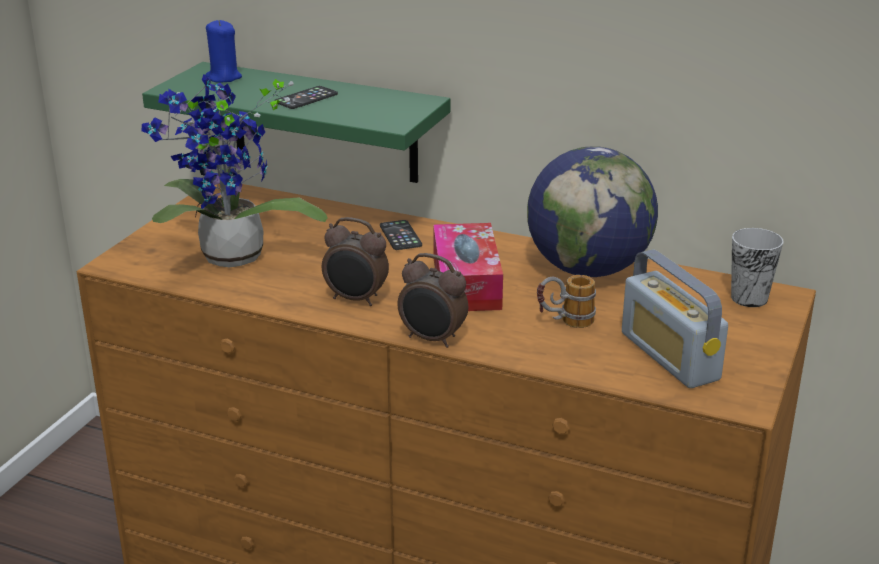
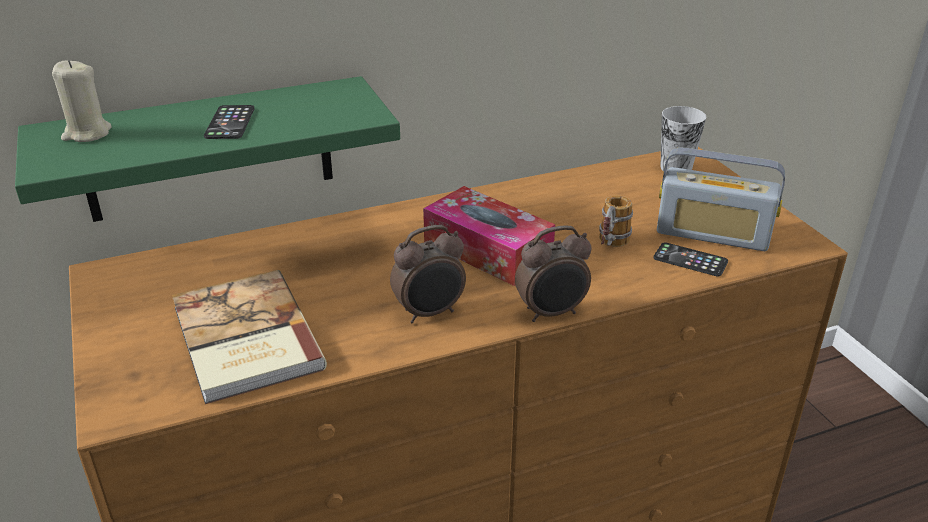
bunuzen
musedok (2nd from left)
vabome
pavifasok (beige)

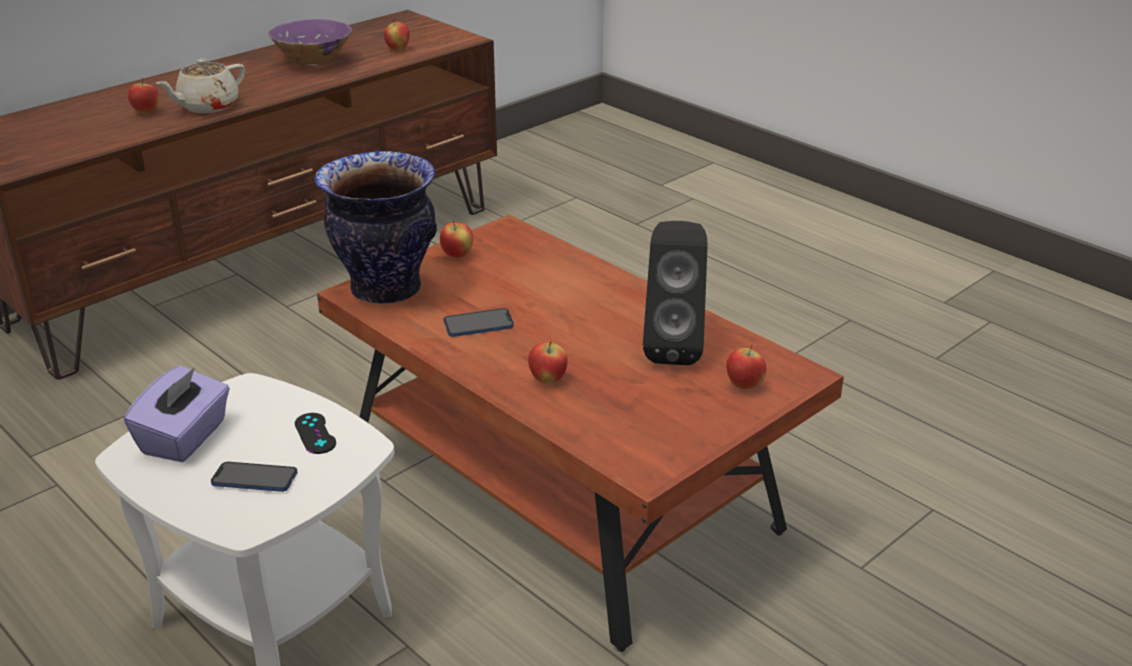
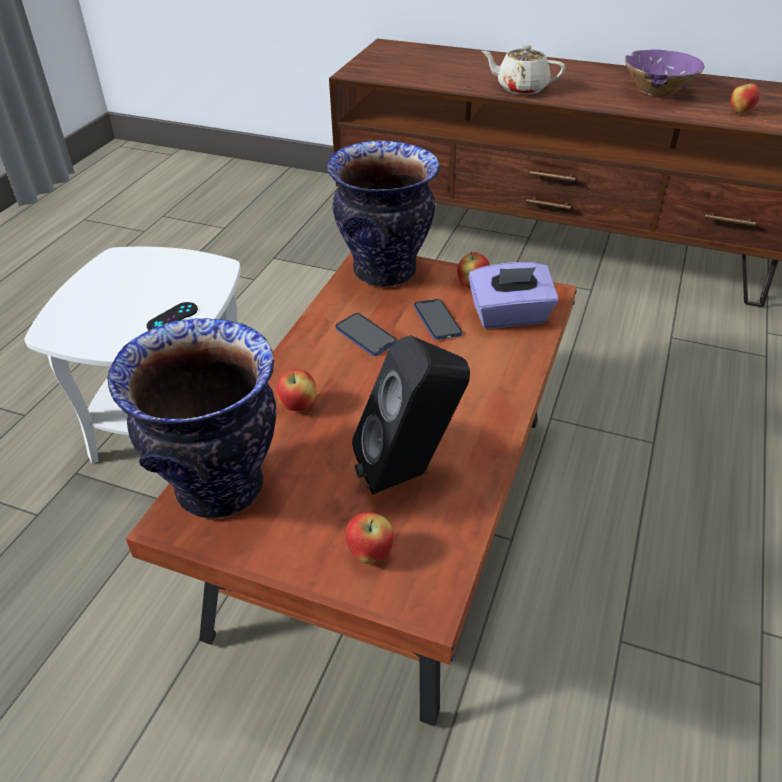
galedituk (1st from left in the first image)
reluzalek (1st from left)
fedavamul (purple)
musedok (2nd from left)

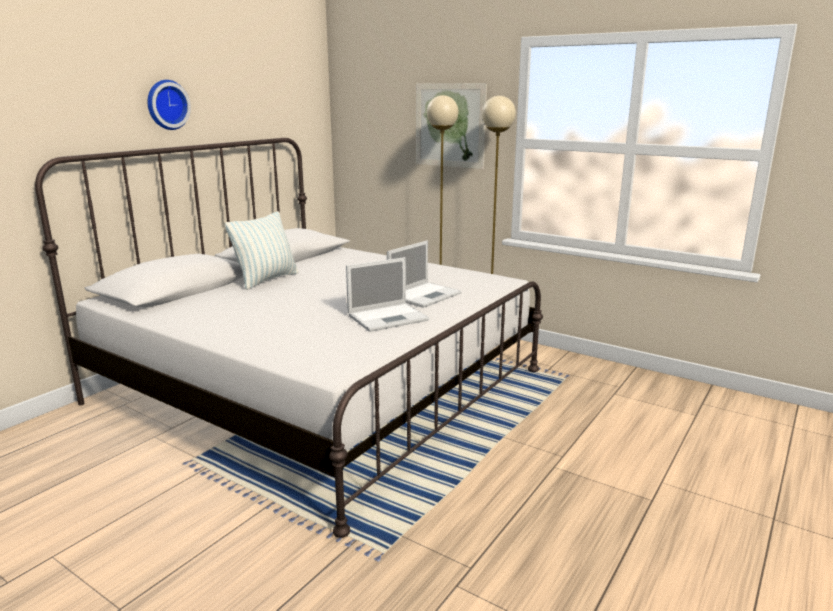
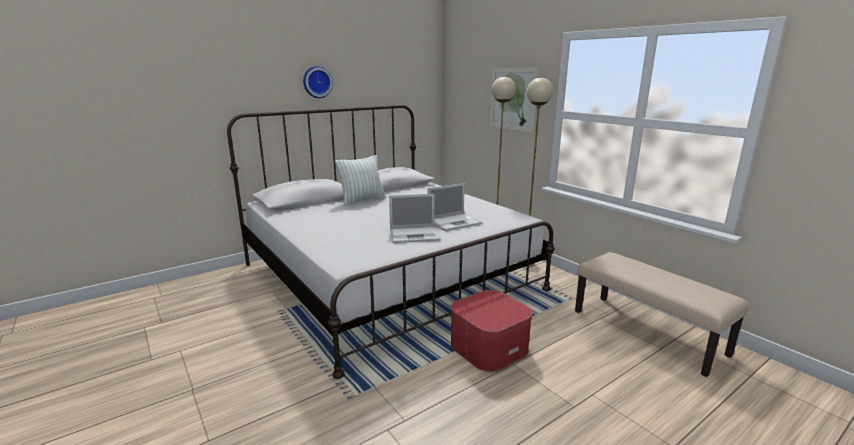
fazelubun
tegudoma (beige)

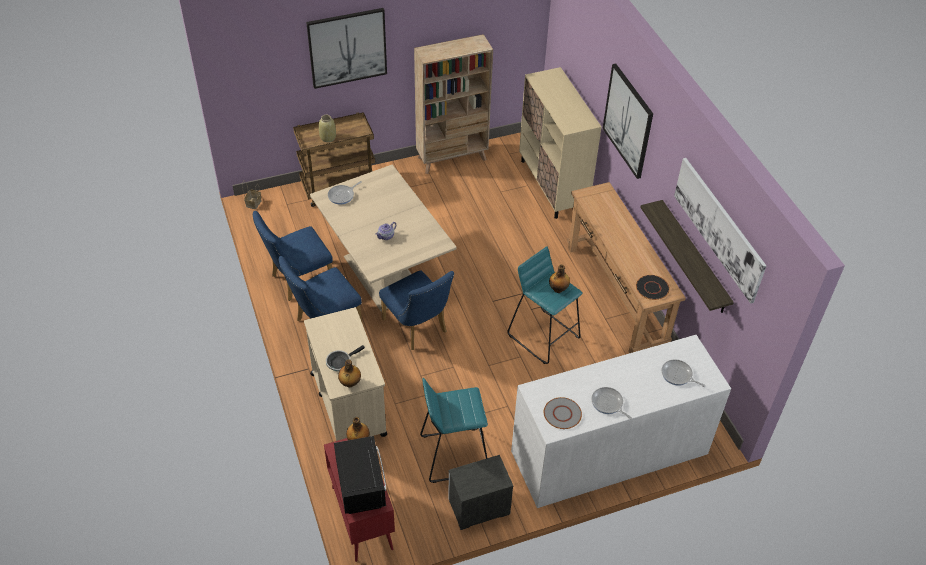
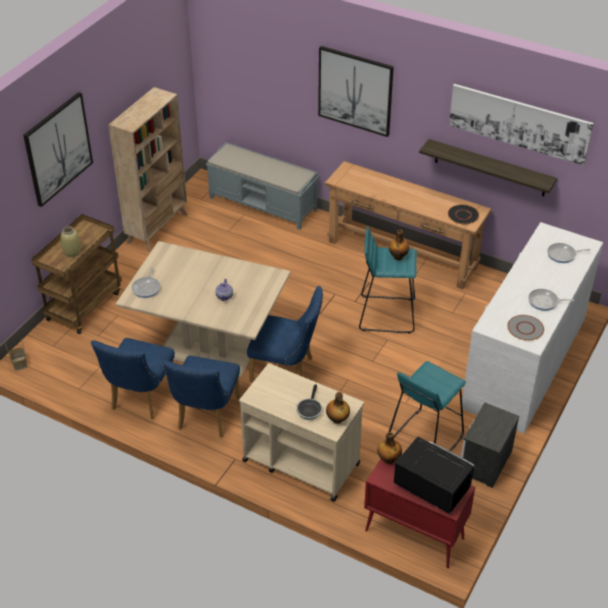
tegudoma (grey)

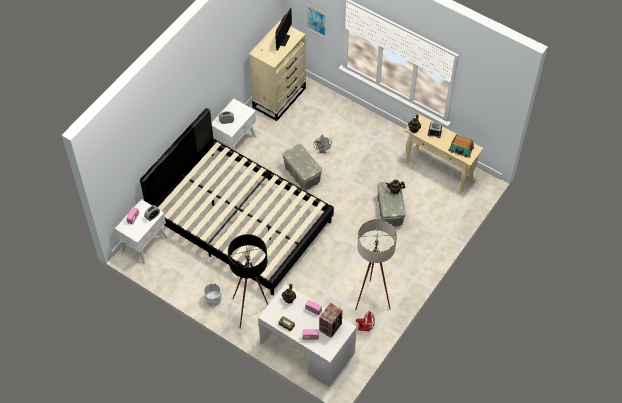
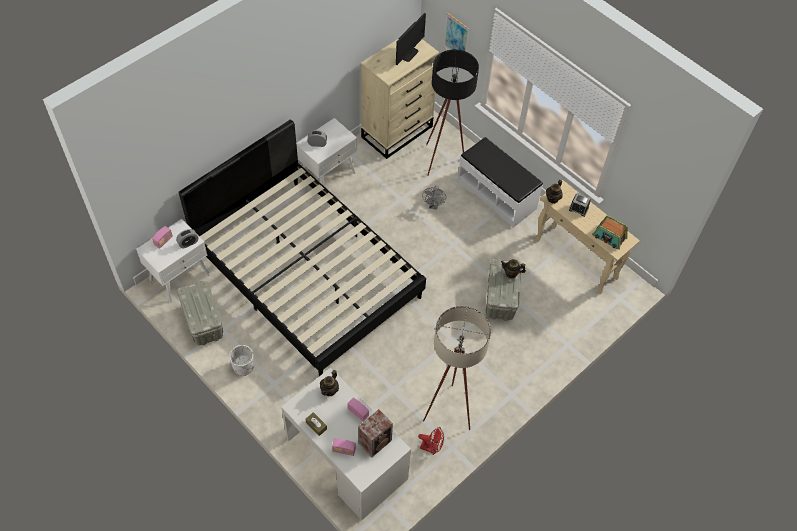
tegudoma (white)
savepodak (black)
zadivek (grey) (1st from left)

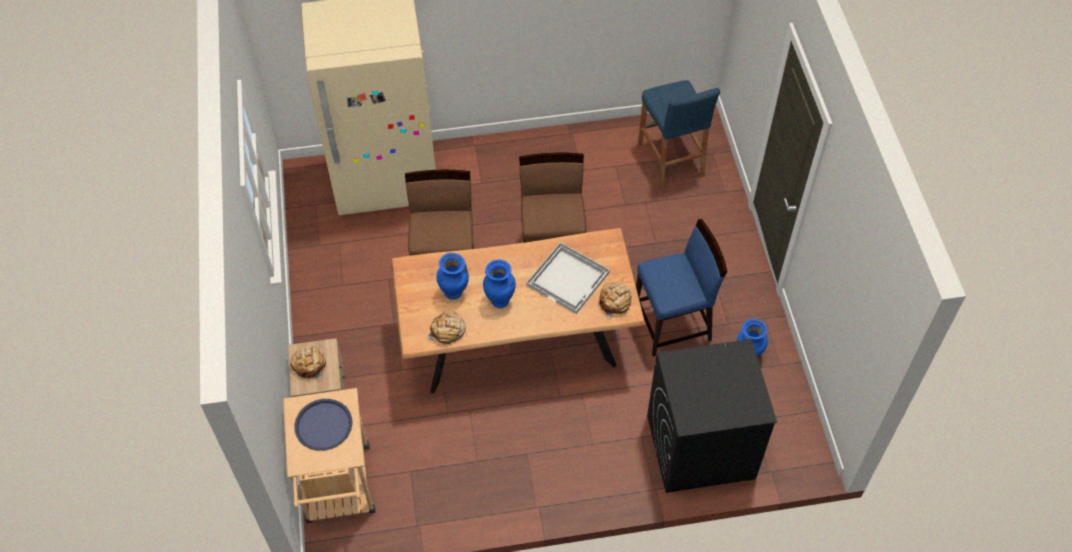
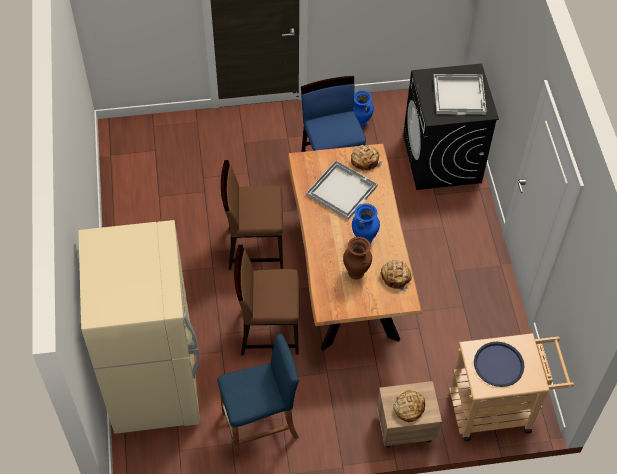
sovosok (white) (2nd from left)
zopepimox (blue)
reluzalek (brown)

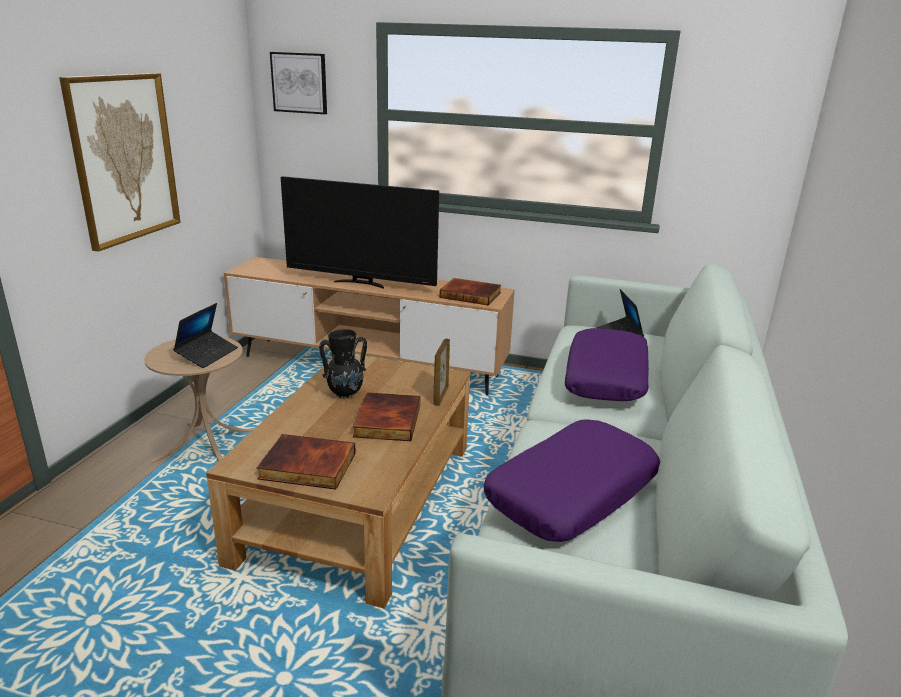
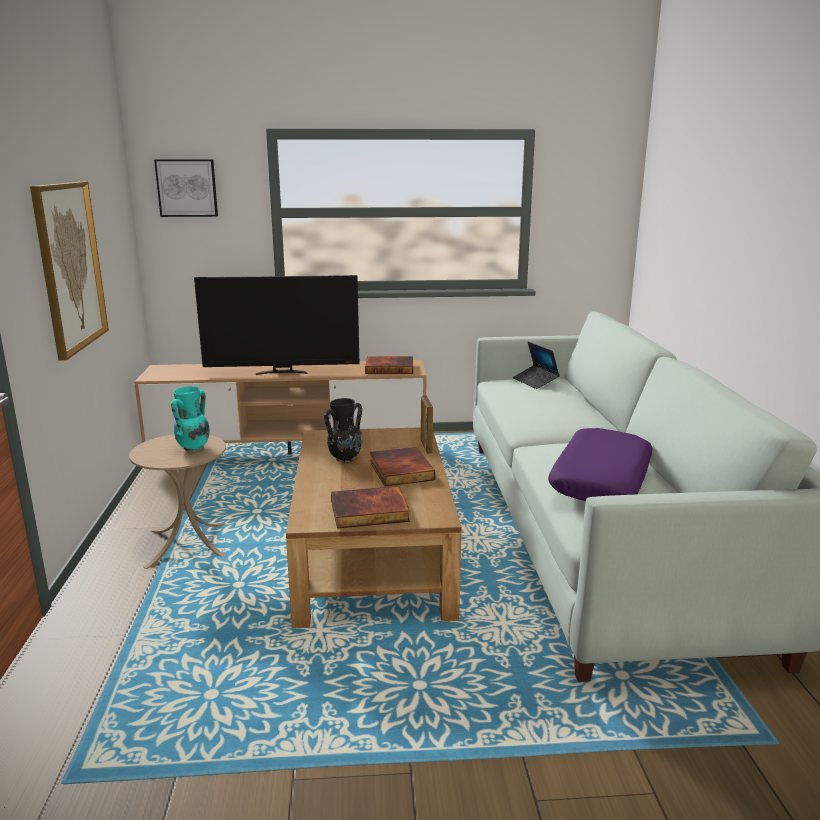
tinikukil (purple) (2nd from left in the first image)
reluzalek (turquoise)

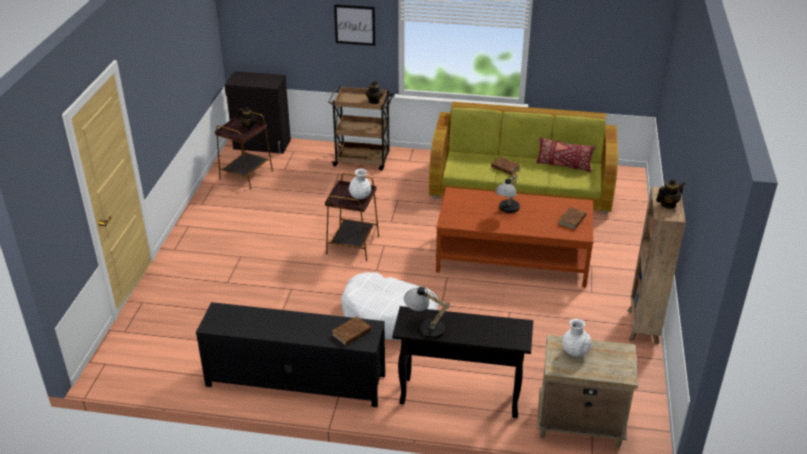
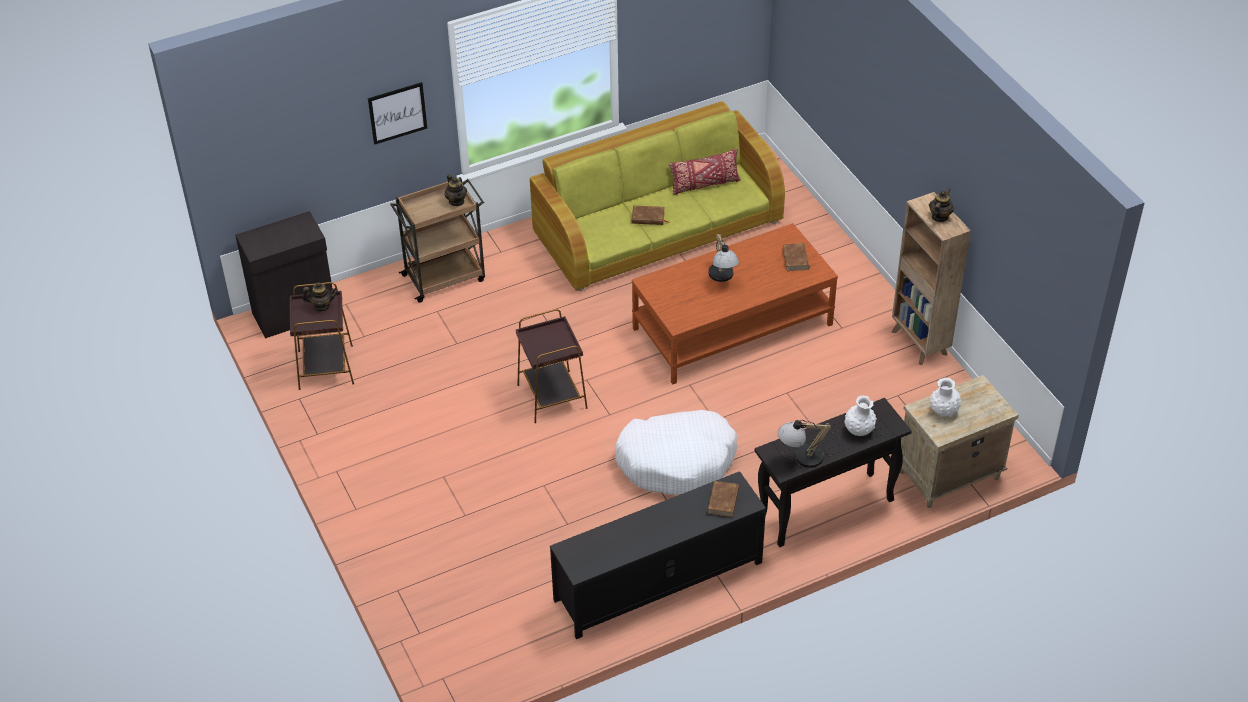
reluzalek (white) (1st from left)

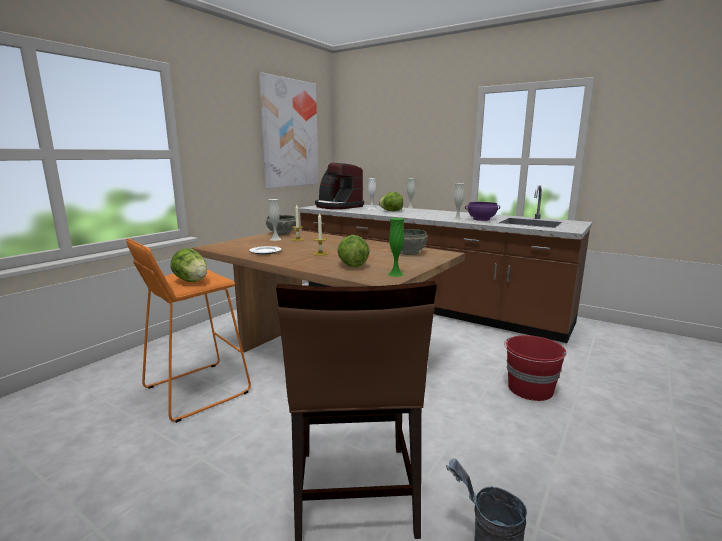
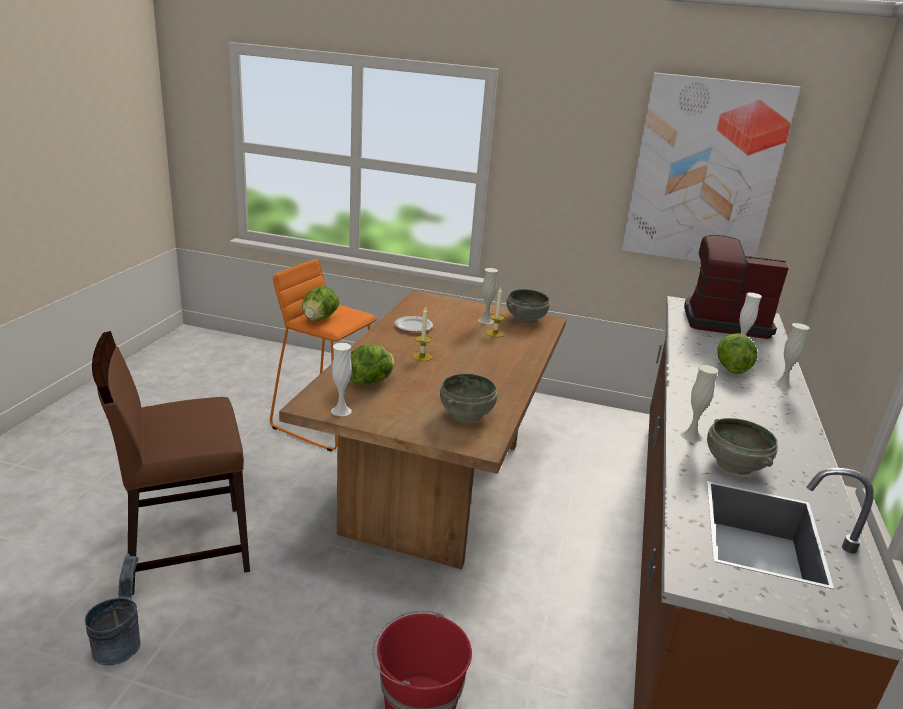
reluzalek (white) (1st from left)
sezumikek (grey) (3rd from left)
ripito

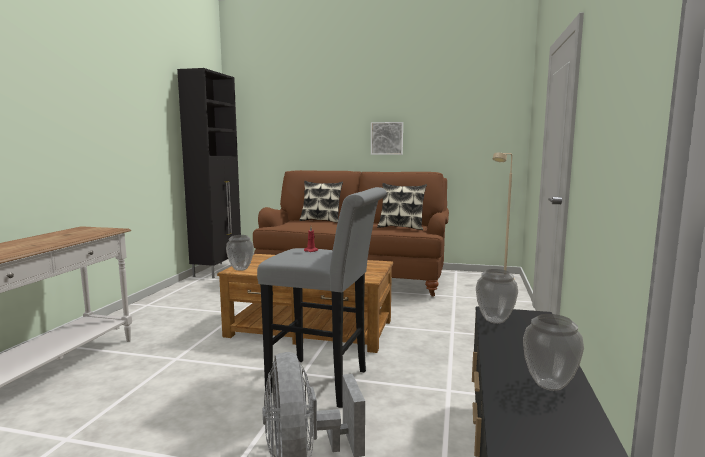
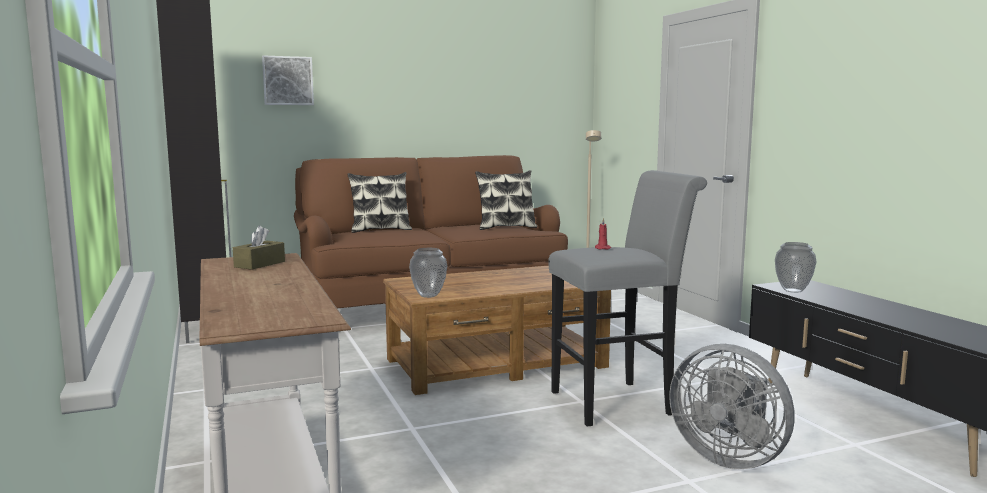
reluzalek (3rd from left in the first image)
fedavamul (brown)
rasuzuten

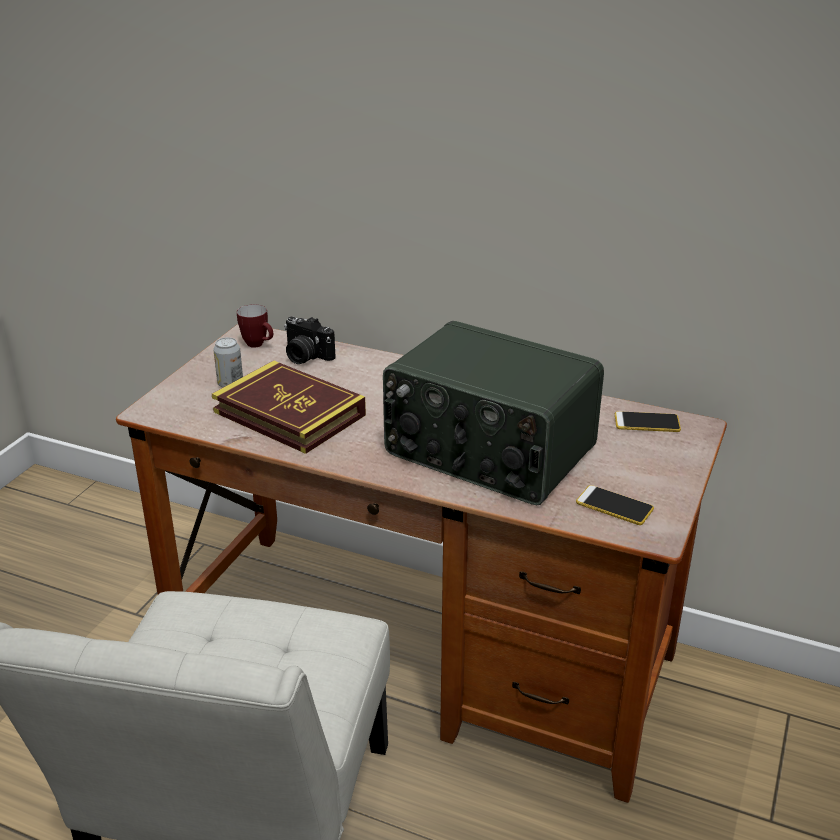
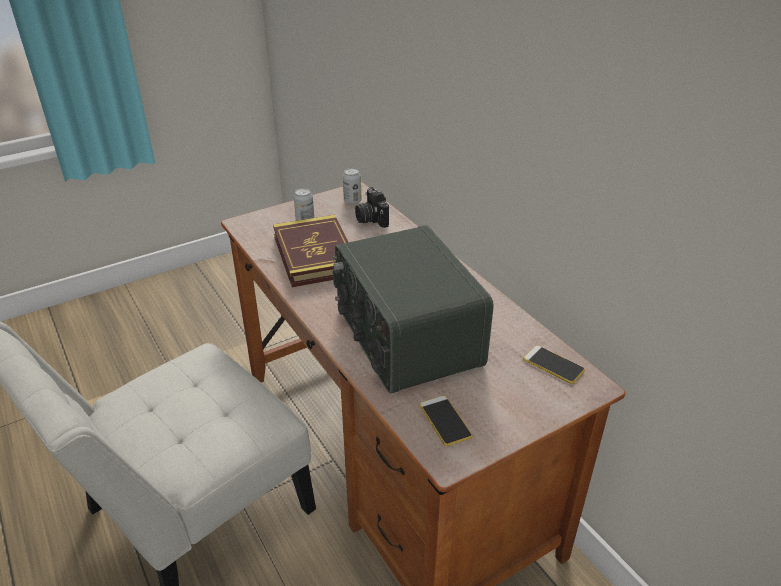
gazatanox (2nd from left)

